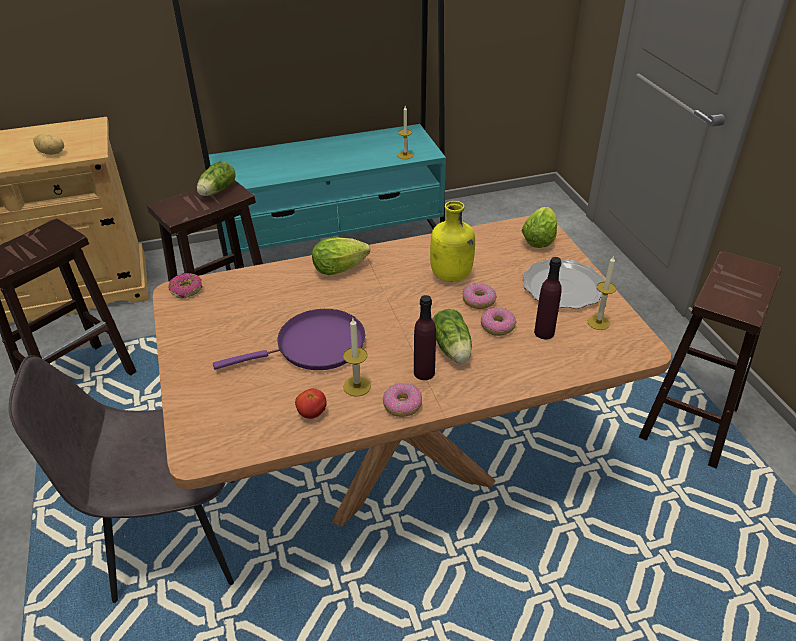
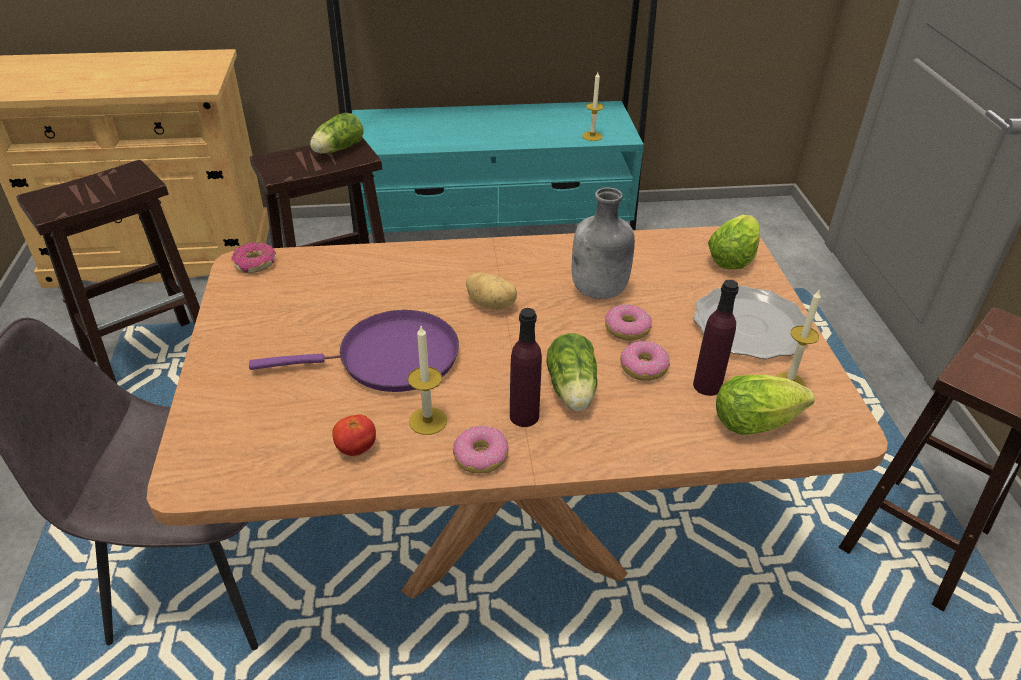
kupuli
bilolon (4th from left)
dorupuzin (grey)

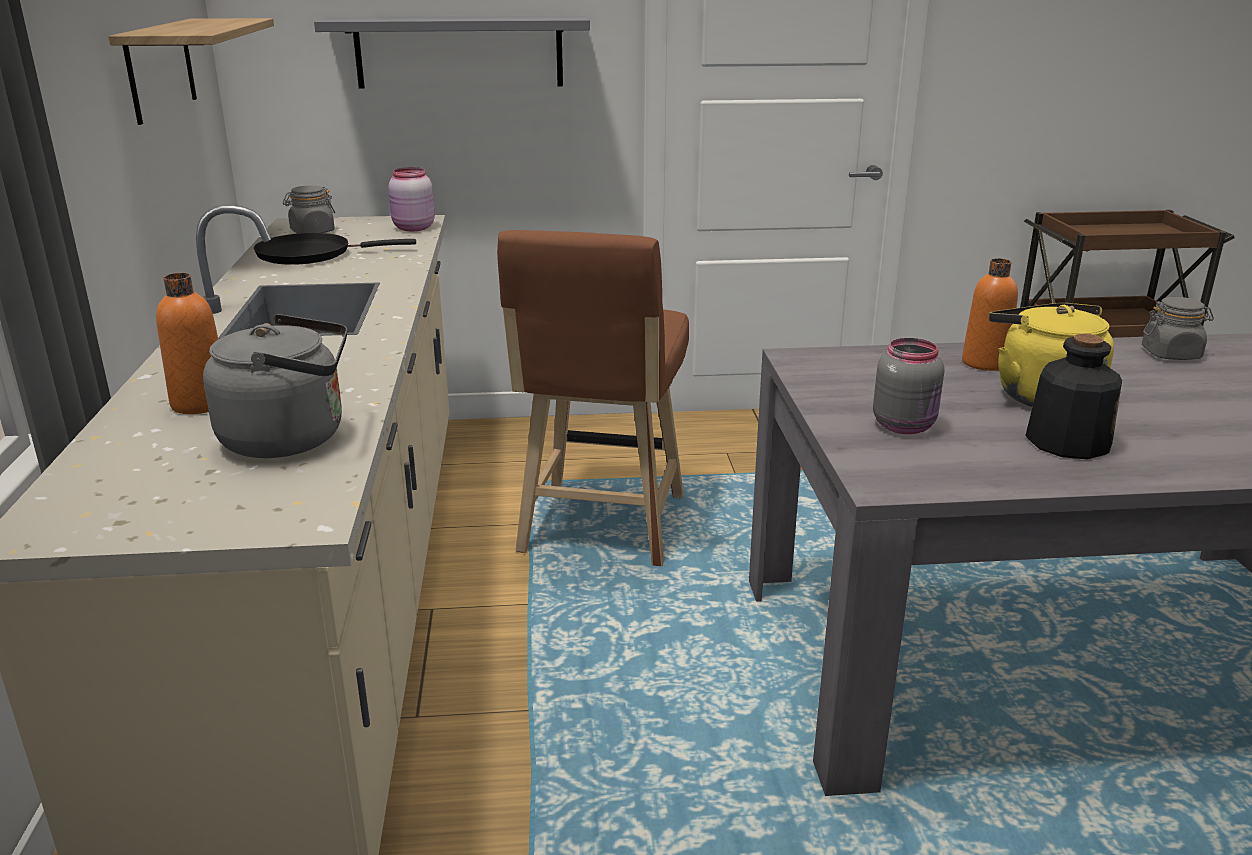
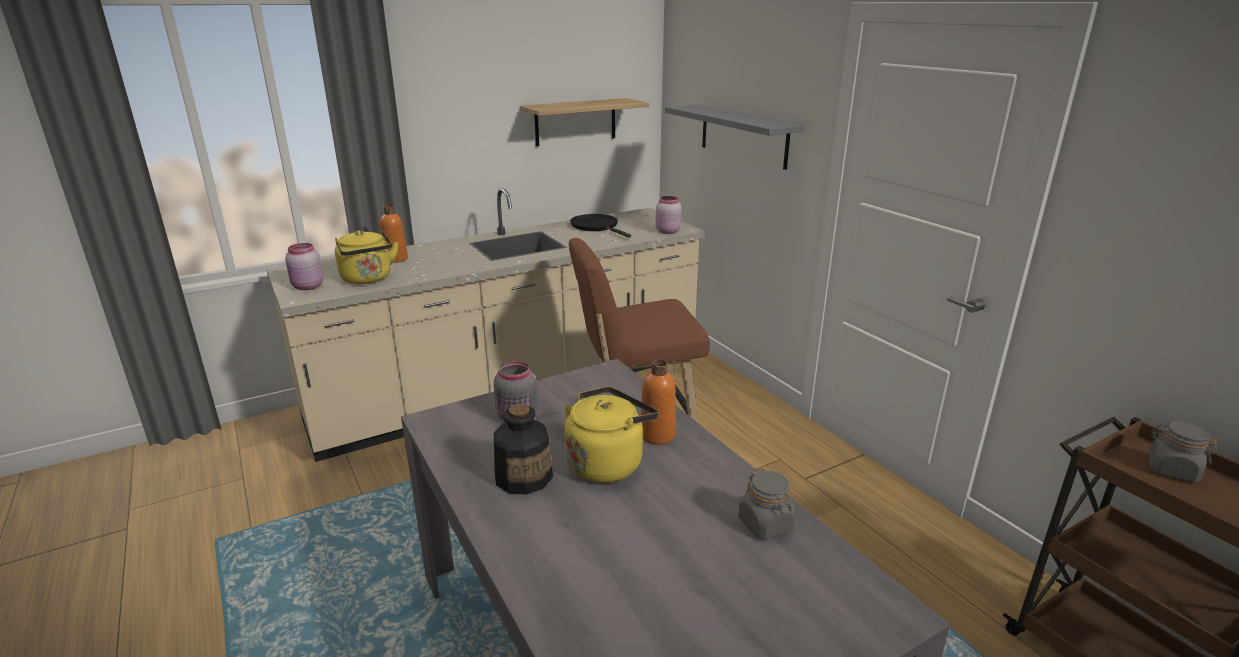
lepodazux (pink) (1st from left)
lepodazux (grey) (3rd from left)
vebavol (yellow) (1st from left)

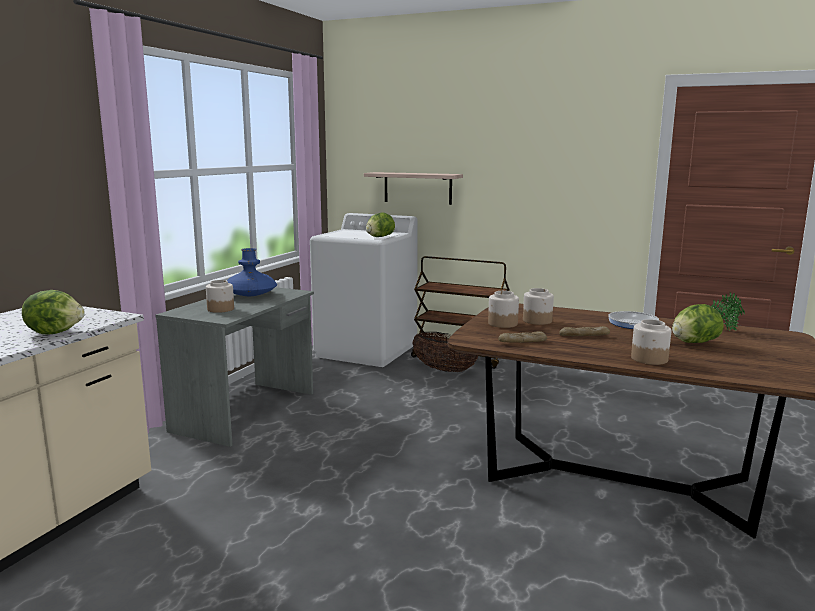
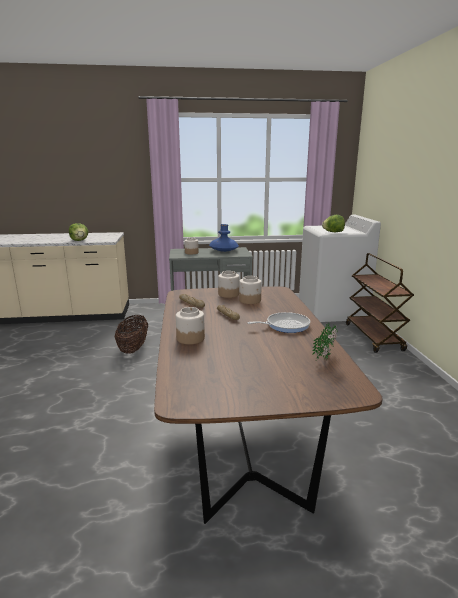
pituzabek
bilolon (3rd from left in the first image)
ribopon

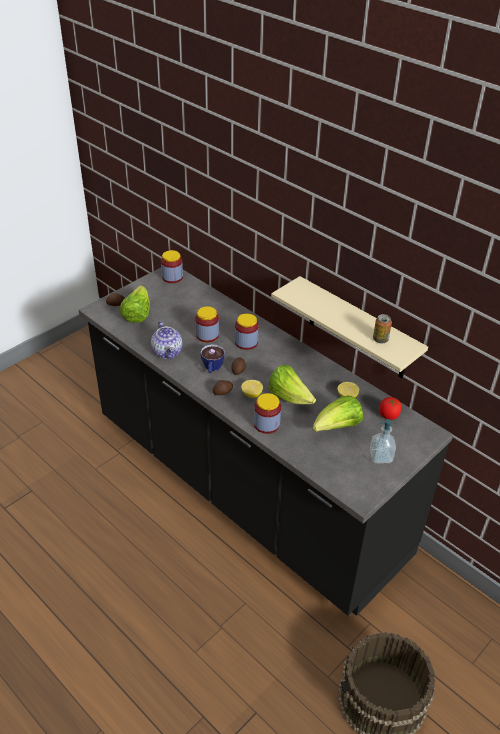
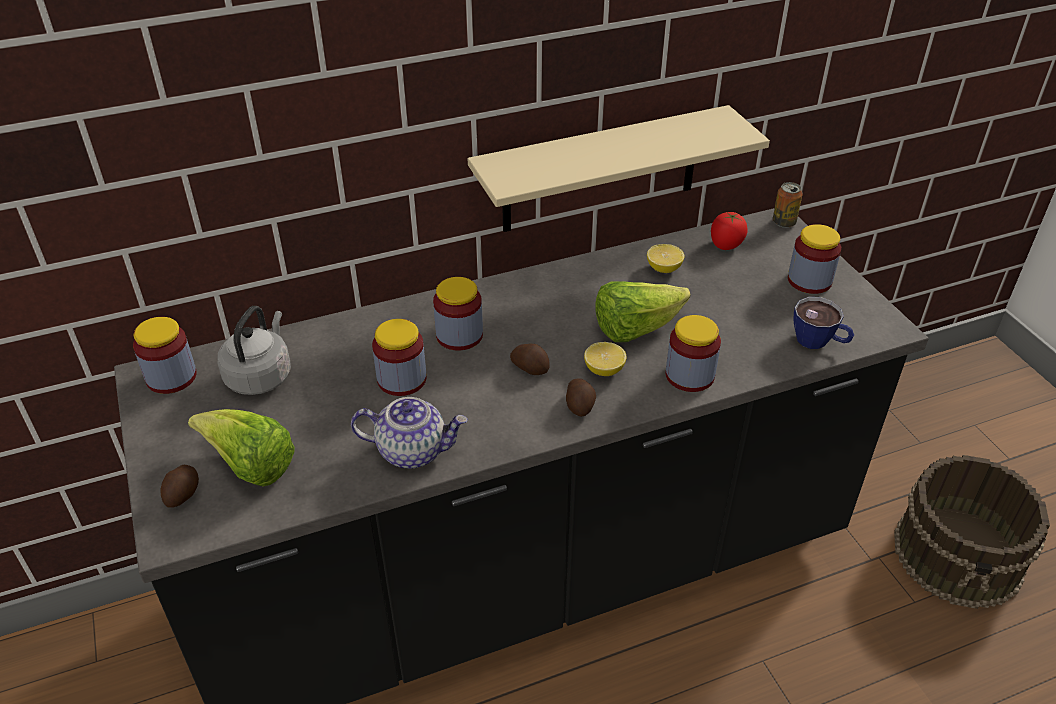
bilolon (3rd from left in the first image)
vebavol (grey)
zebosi
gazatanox
lepodazux (5th from left)

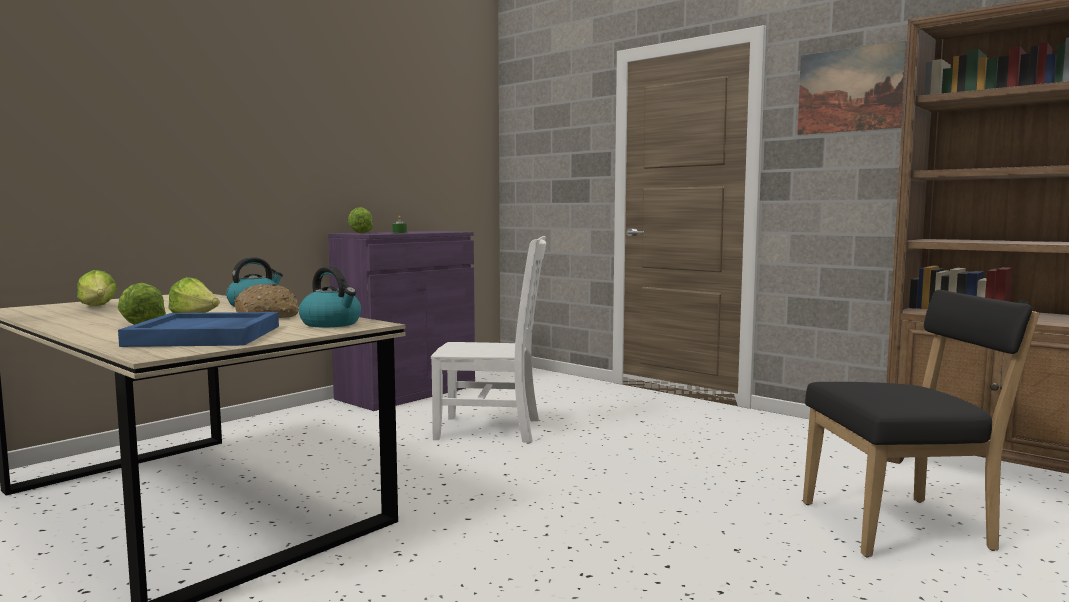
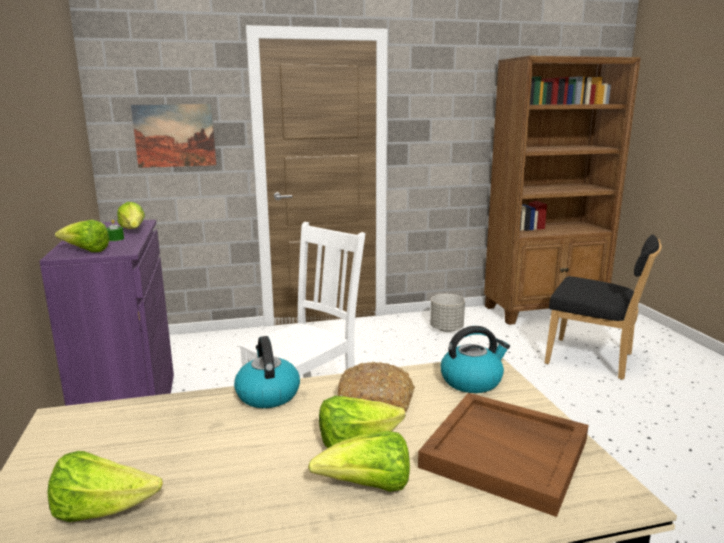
bilolon (3rd from left)
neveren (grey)
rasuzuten
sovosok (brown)
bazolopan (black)

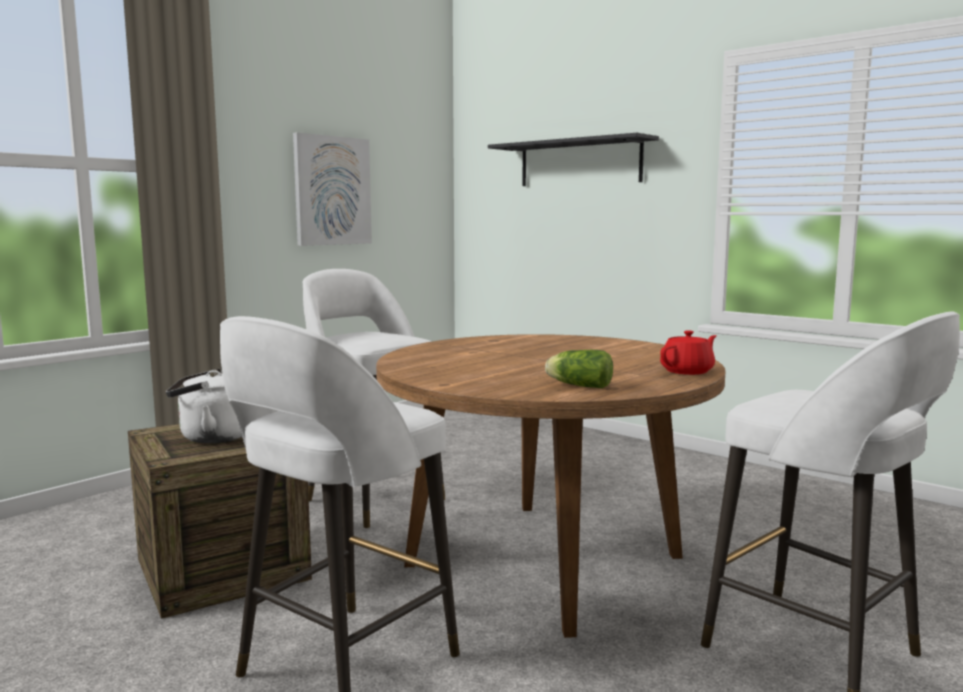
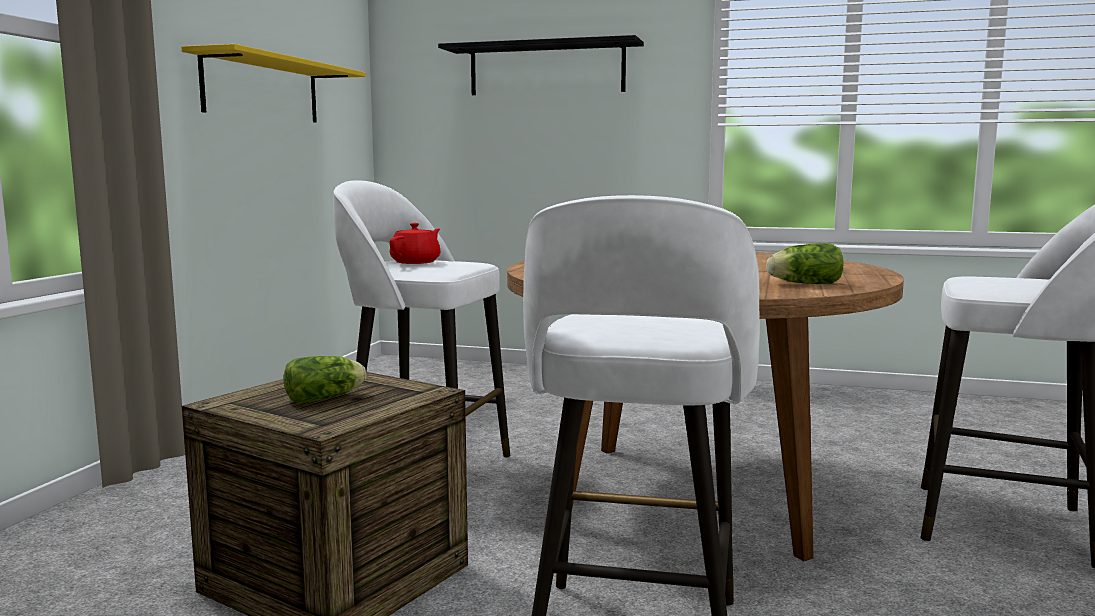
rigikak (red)
bilolon (1st from left)
pituzabek (yellow)

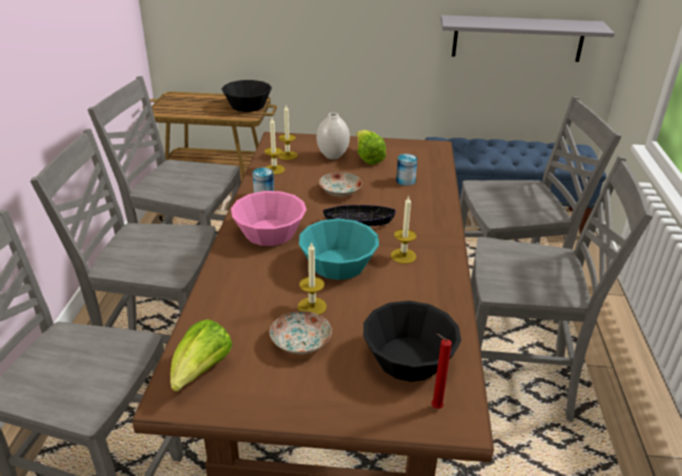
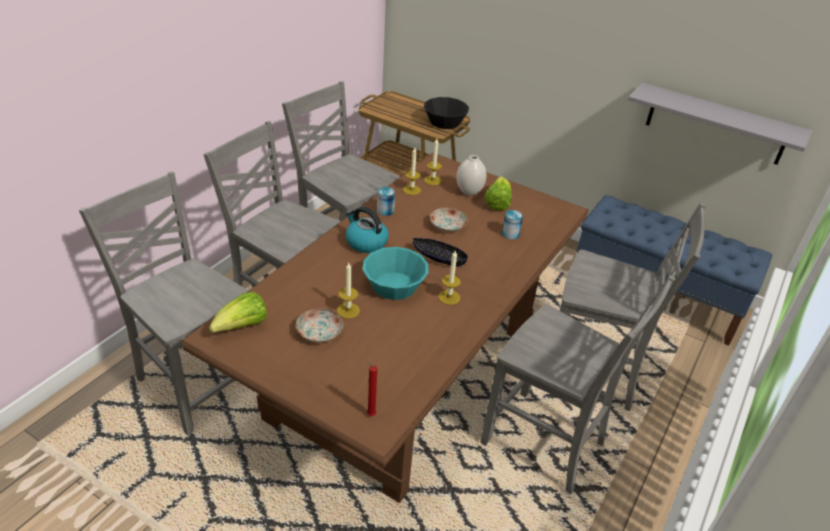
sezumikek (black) (3rd from left in the first image)
vebavol

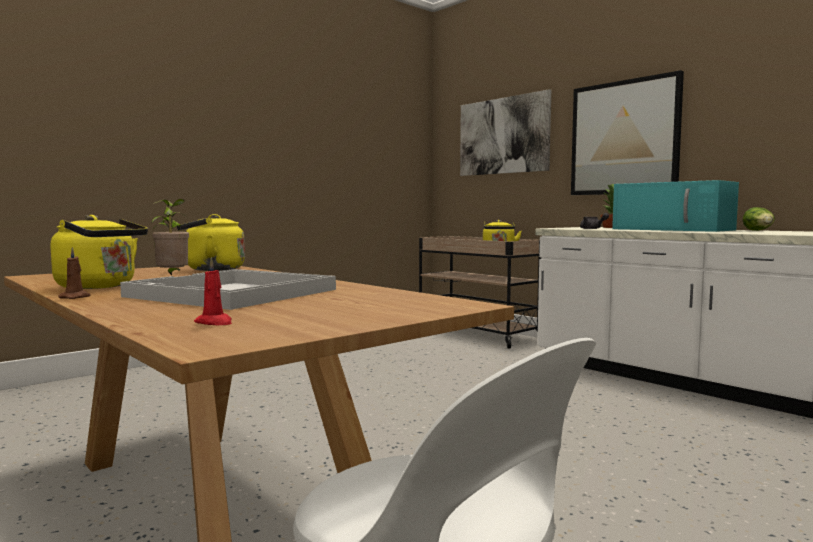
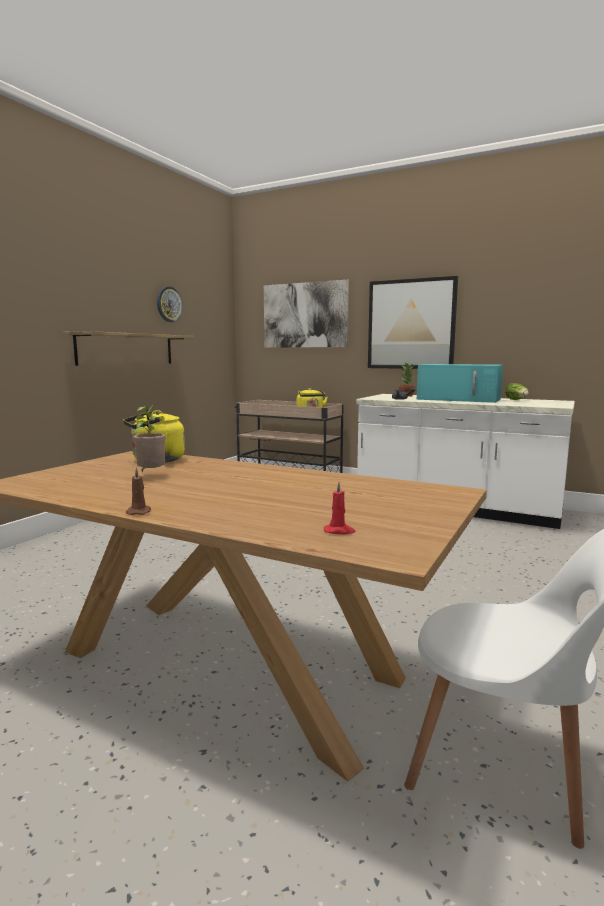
vebavol (yellow) (1st from left in the first image)
sovosok (white)
pituzabek
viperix

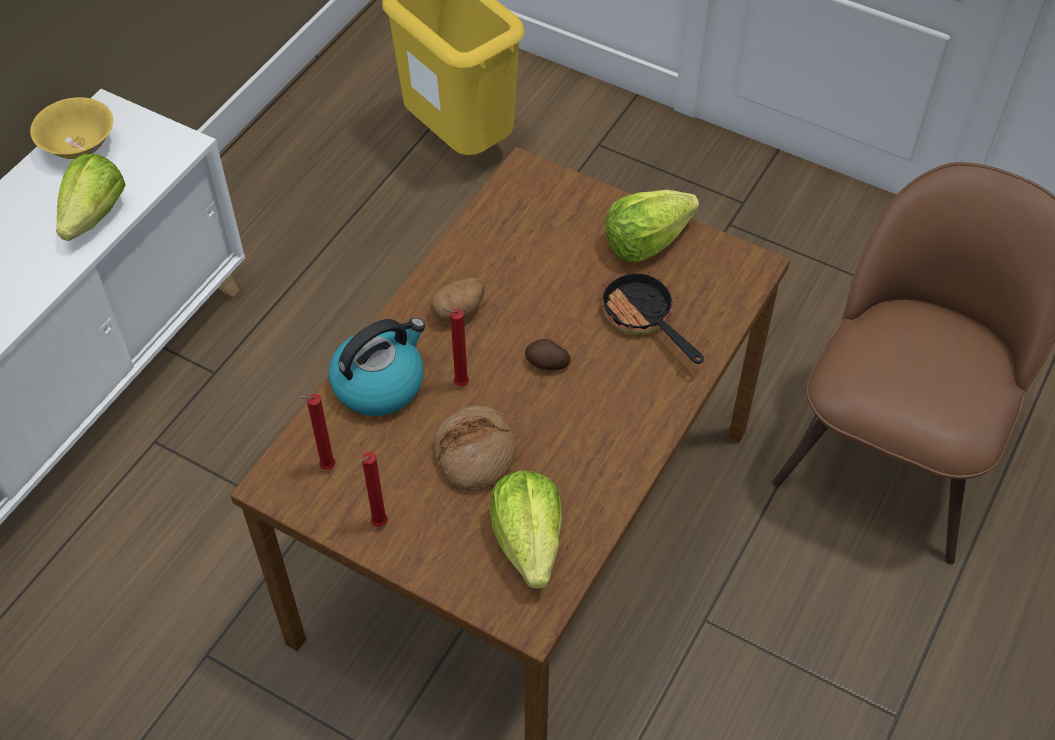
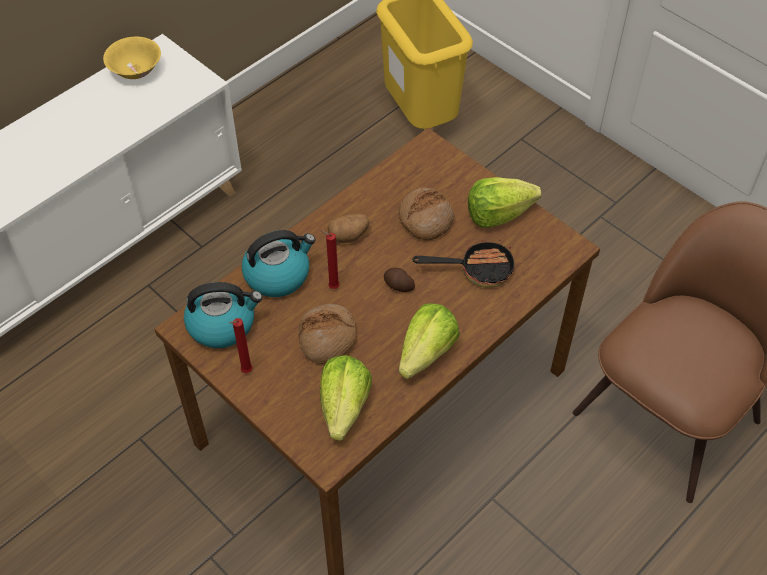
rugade (2nd from left)
bilolon (2nd from left)
vebavol (1st from left)
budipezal

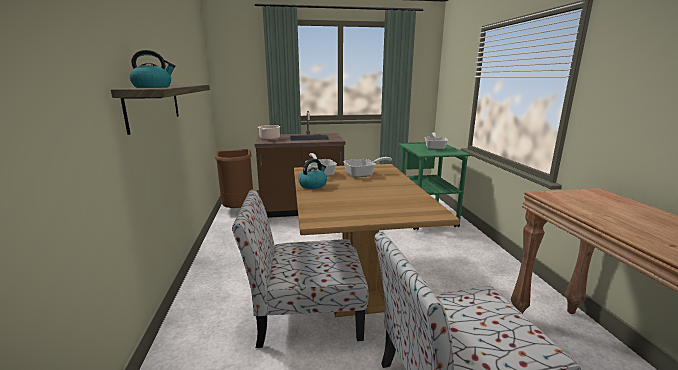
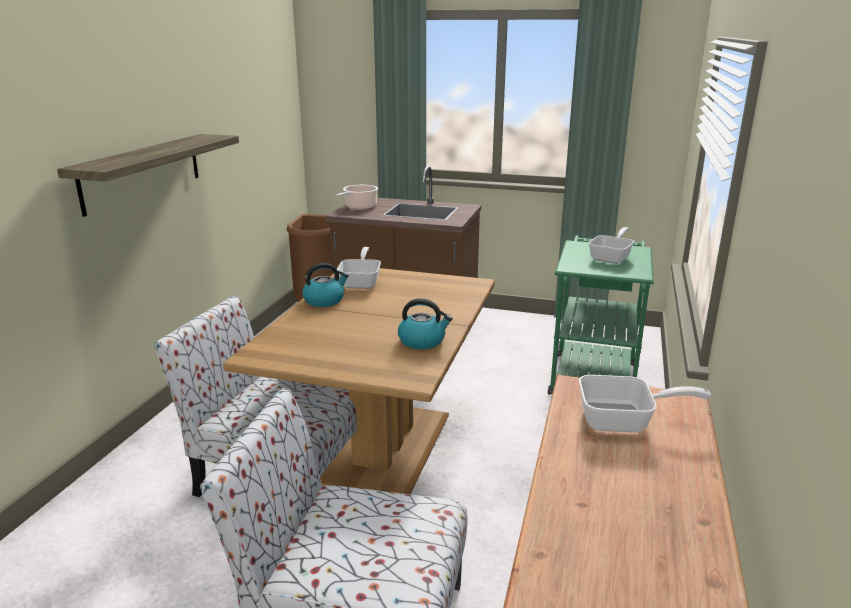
vebavol (2nd from left)
budipezal (3rd from left)

